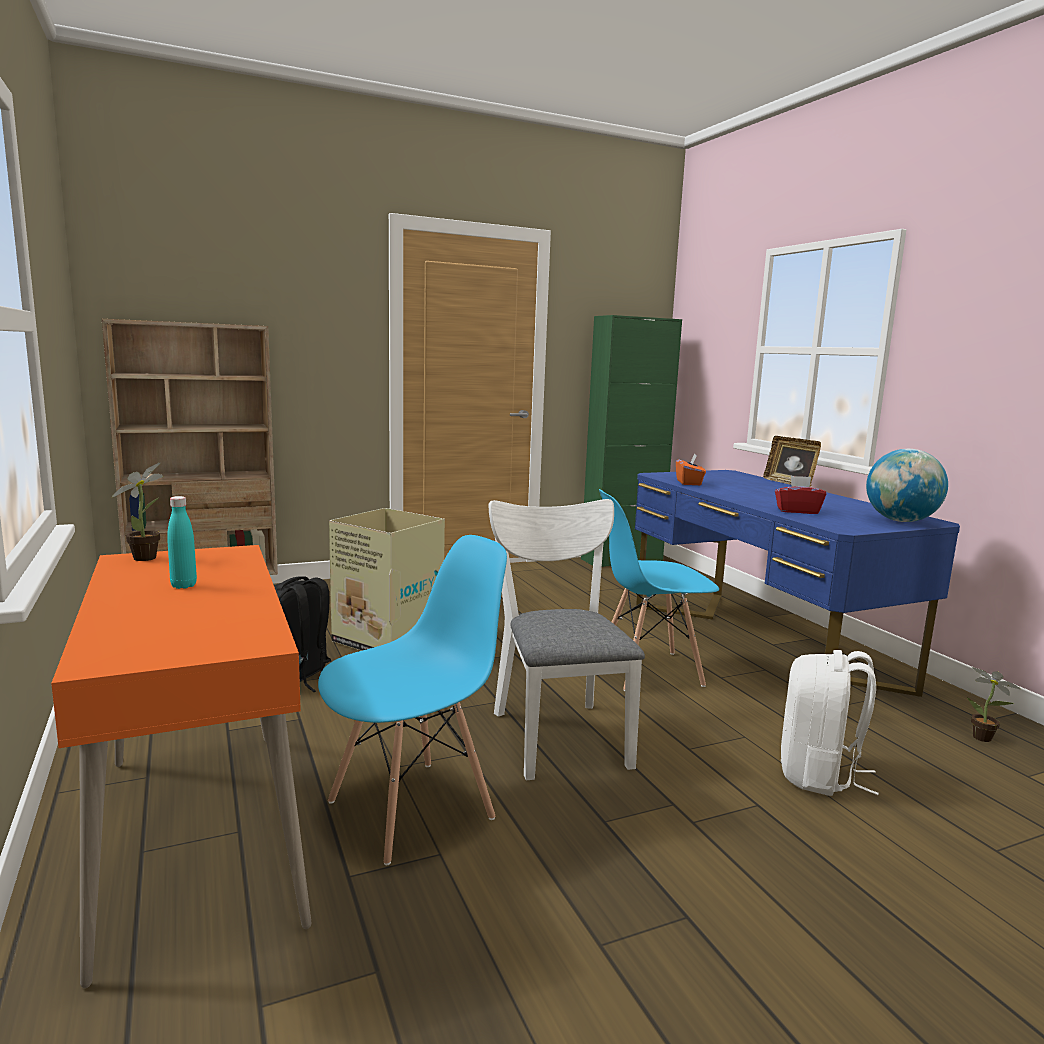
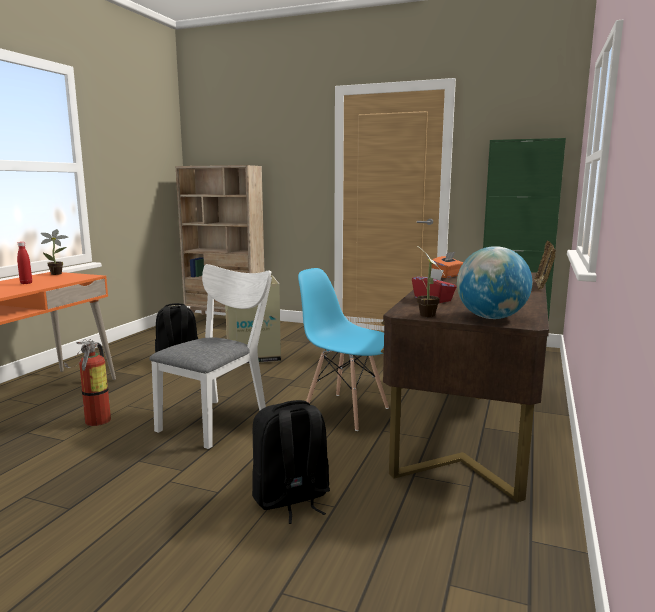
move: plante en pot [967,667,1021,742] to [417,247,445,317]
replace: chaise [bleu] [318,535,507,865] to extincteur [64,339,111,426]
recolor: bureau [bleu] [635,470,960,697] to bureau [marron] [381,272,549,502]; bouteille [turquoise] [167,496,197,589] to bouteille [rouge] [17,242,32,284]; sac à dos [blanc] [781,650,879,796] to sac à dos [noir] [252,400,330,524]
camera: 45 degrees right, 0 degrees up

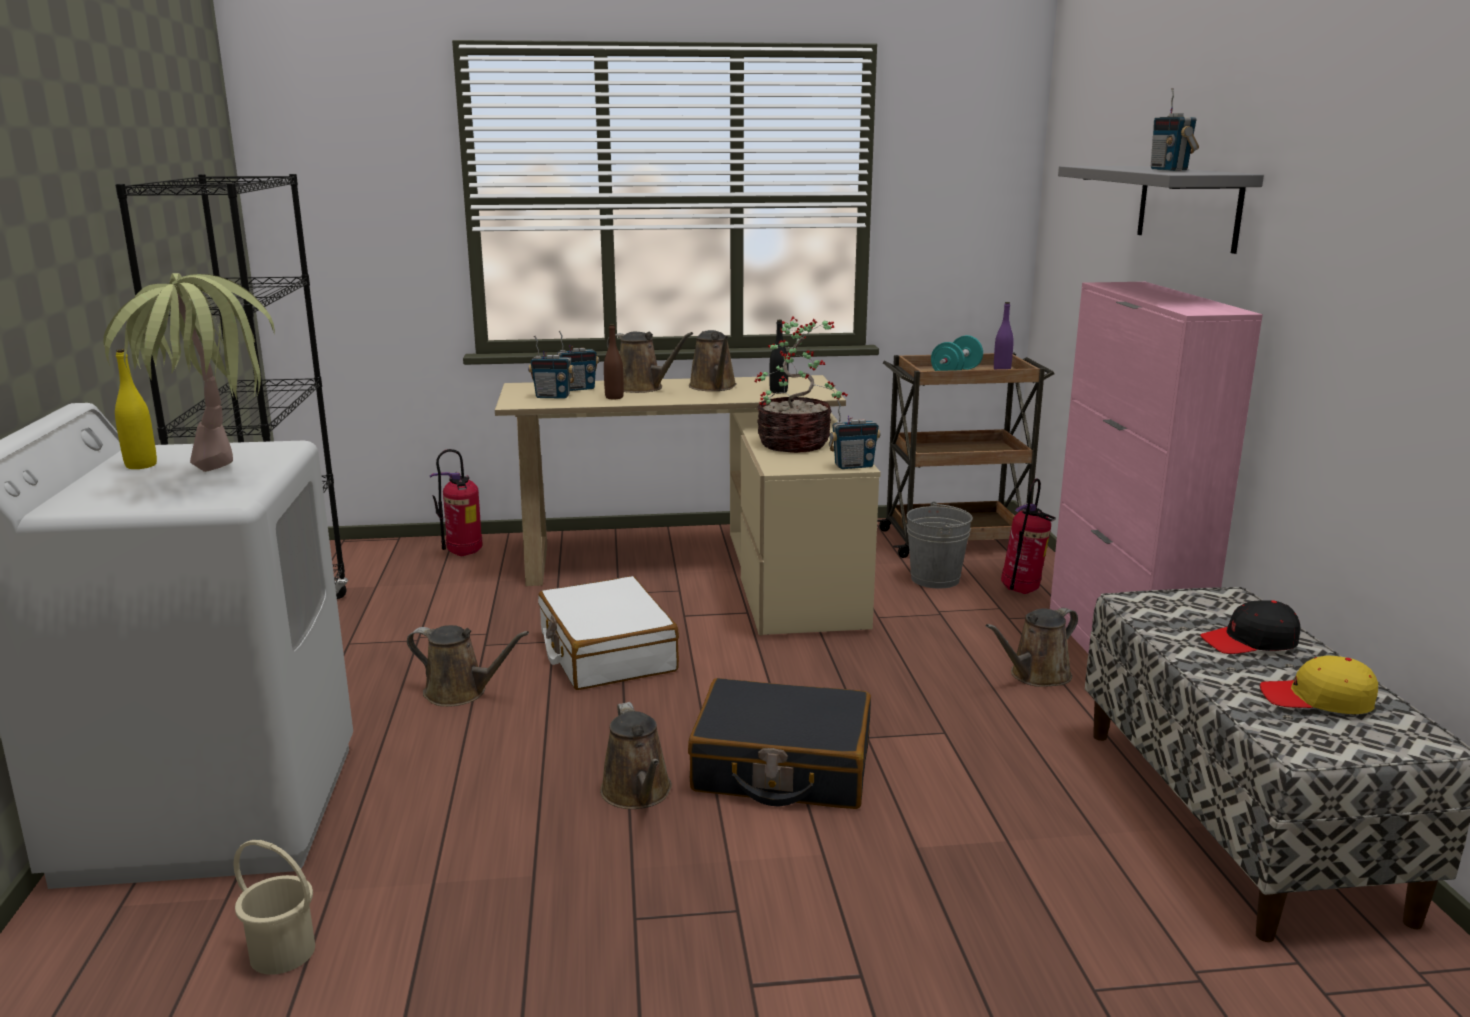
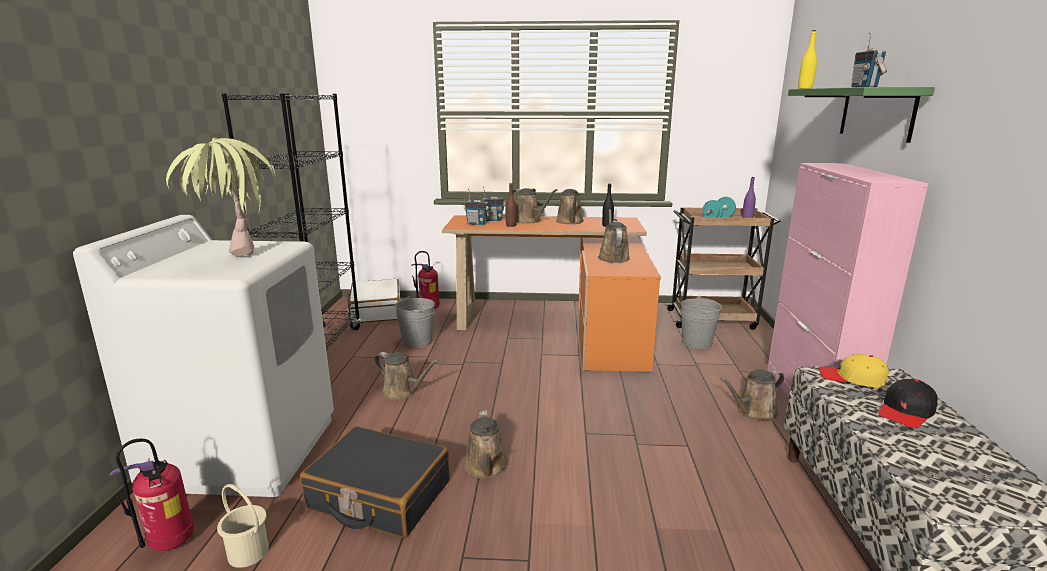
delete: radio [829,399,881,469]
insert: seau [gris] [395,296,435,348]
move: bouteille [jaune] [115,349,157,469] to [798,30,817,89]; extincteur [1001,478,1056,594] to [110,439,194,551]; valise [blanc] [538,576,679,690] to [347,279,400,323]; casquette [jaune] [1260,655,1378,714] to [819,354,889,387]; valise [noir] [688,678,871,809] to [300,426,450,538]
replace: plante en pot [755,316,848,453] to arrosoir [marron] [598,209,630,263]
recolor: étagère [gris] [1058,166,1264,254] to étagère [vert] [788,87,935,143]; bureau [beige] [495,375,881,635] to bureau [orange] [442,215,661,372]
rotate: casquette [noir] [1200,600,1300,654] = [879,379,938,428] 45 degrees counterclockwise
camera: 10 degrees right, 0 degrees up

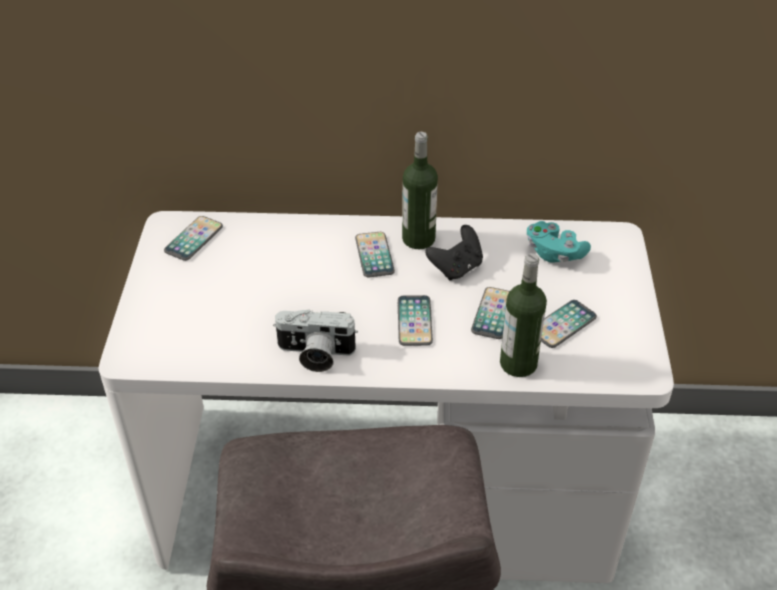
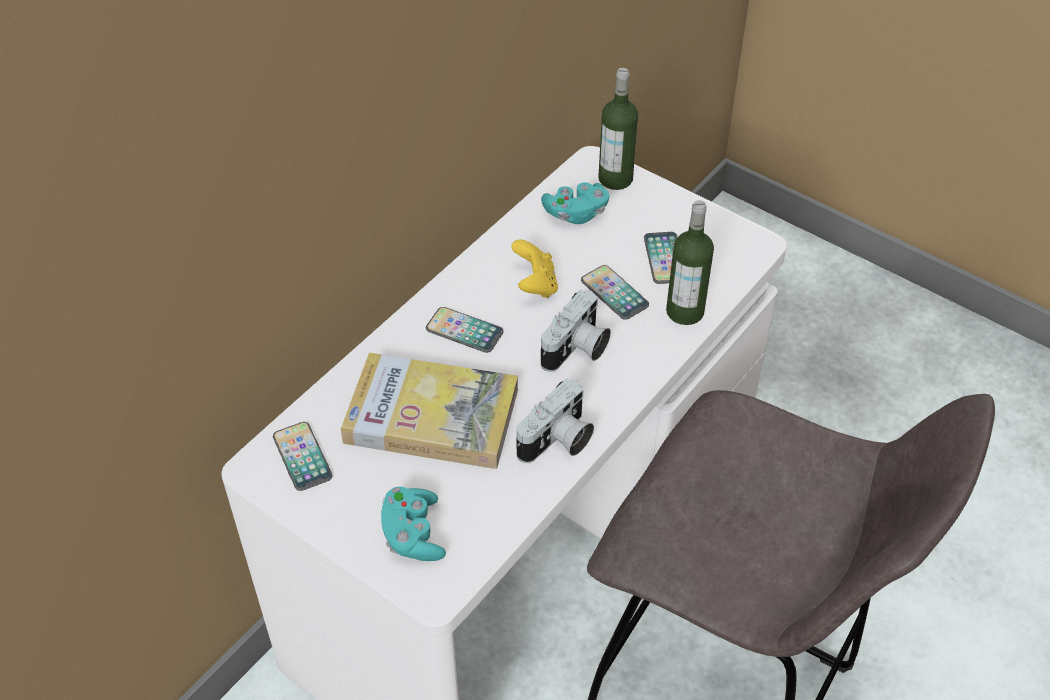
insert: livre [341,353,518,469]; manette [turquoise] [381,486,446,561]
move: bouteille [402,132,438,249] to [598,68,638,190]
replace: téléphone [398,295,433,346] to appareil photo [541,289,611,372]
recolor: manette [noir] [425,225,483,281] to manette [jaune] [511,239,558,298]
camera: 55 degrees left, 5 degrees up

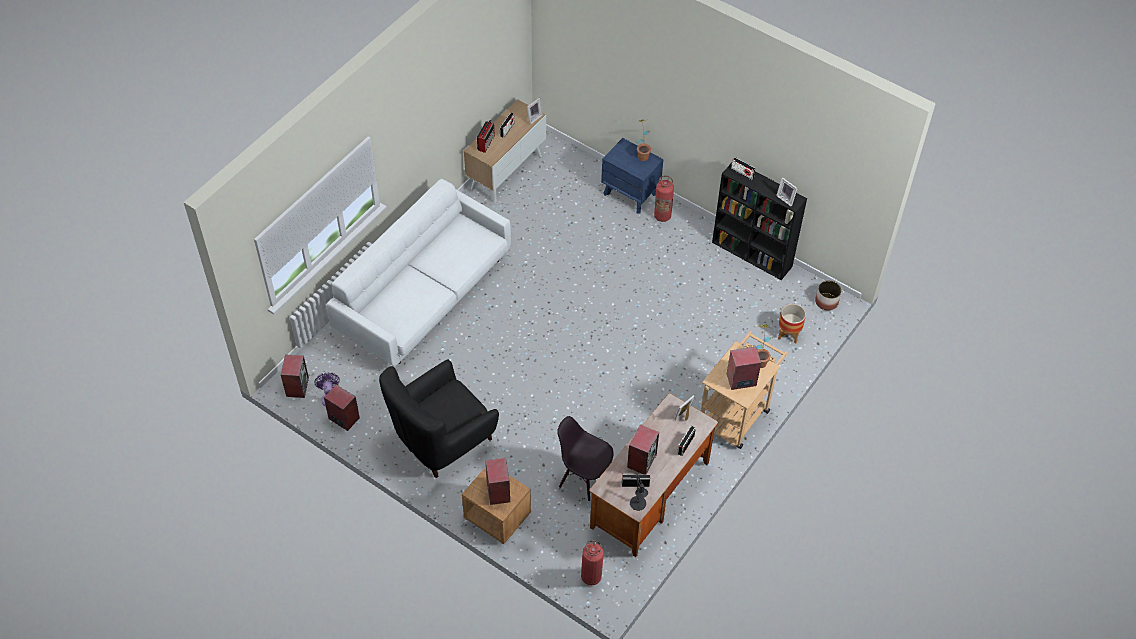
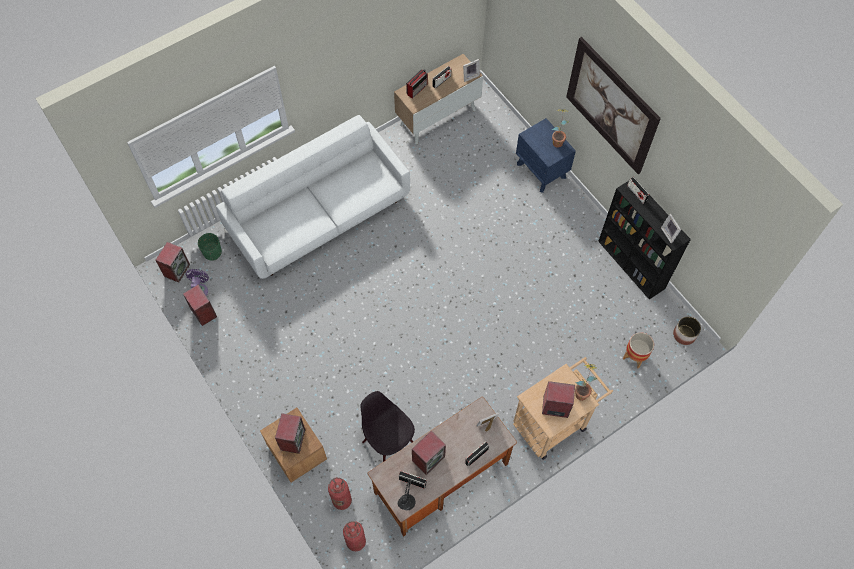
delete: fauteuil [noir] [379,359,499,478]
insert: tableau [566,37,661,174]; cache-pot [vert] [198,233,222,261]
move: extincteur [654,176,674,222] to [328,477,352,510]
camera: 20 degrees right, 10 degrees up

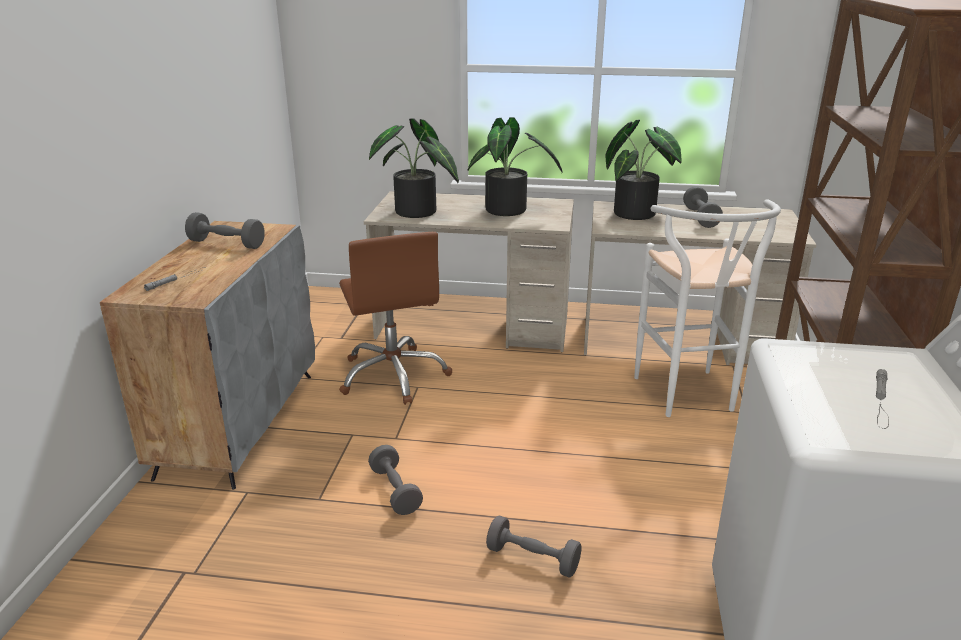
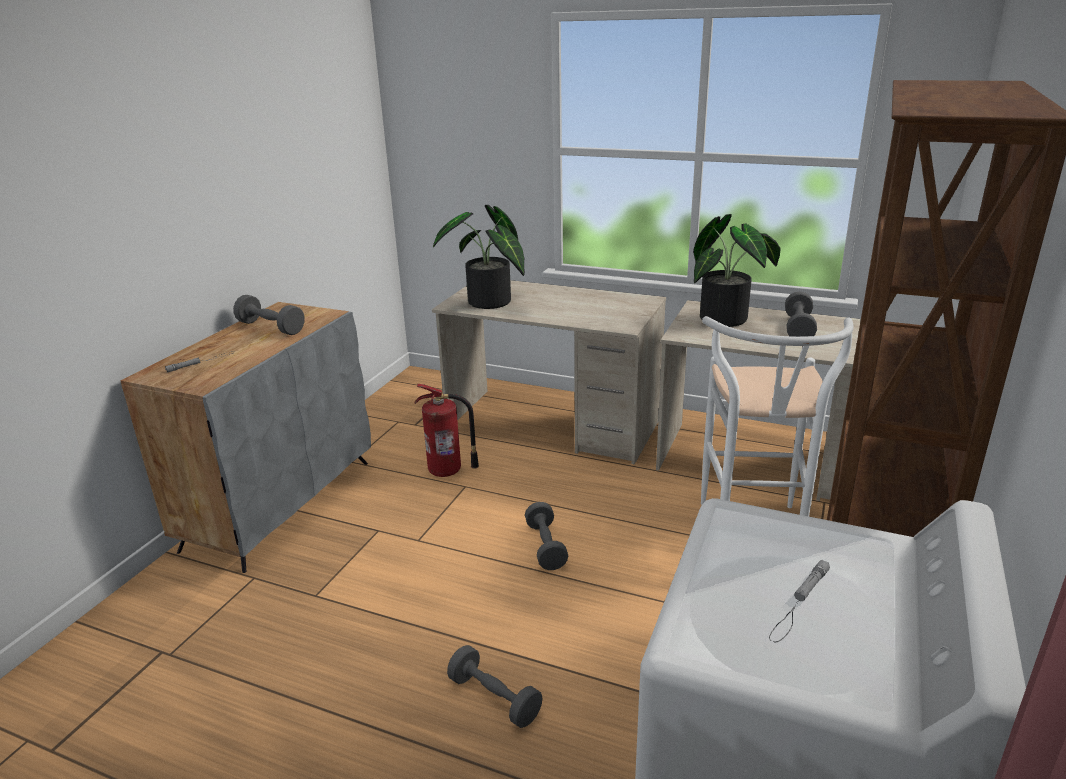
delete: plante en pot [468,117,563,216]
move: haltère [gris] [368,445,423,515] to [525,502,568,570]
replace: chaise de bureau [marron] [339,232,452,405] to extincteur [415,384,479,477]
camera: 15 degrees right, 0 degrees up

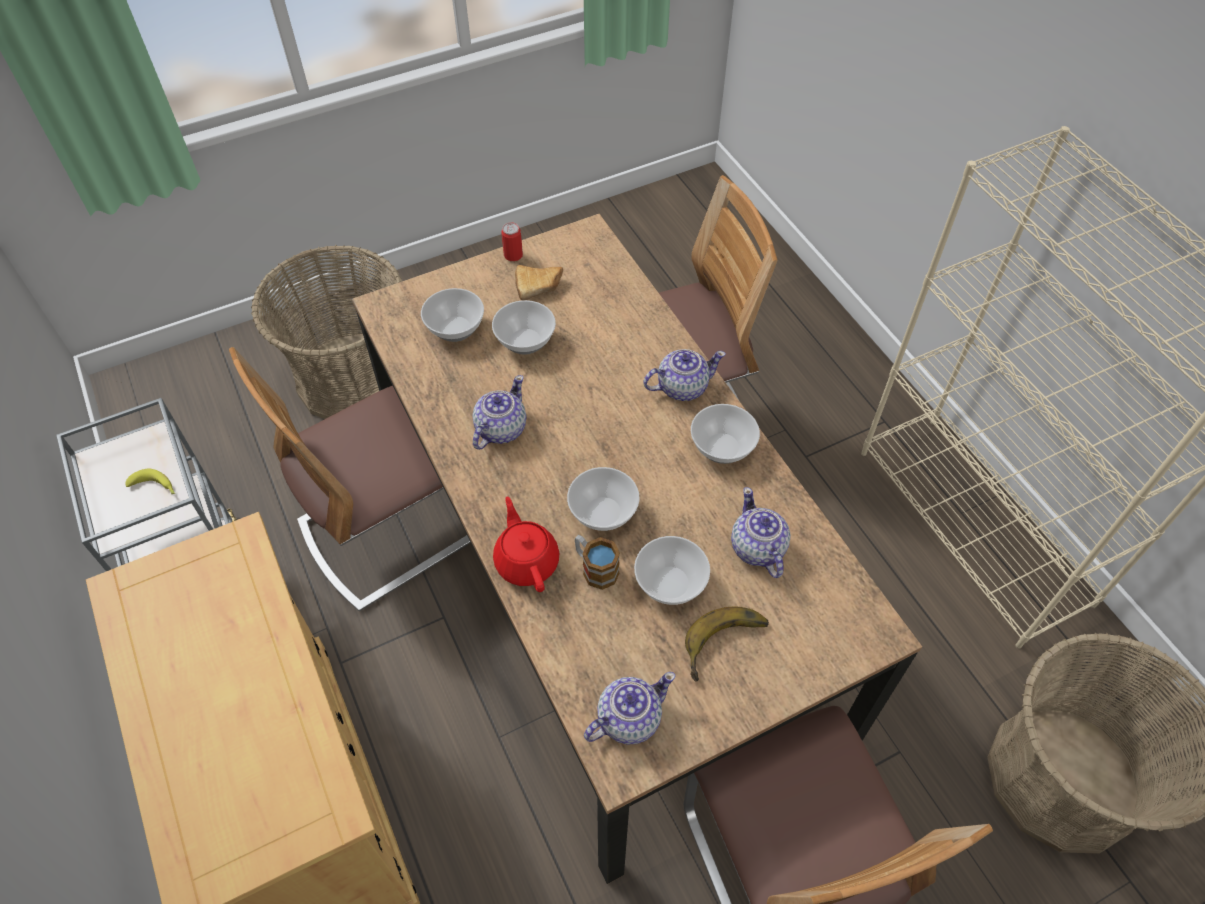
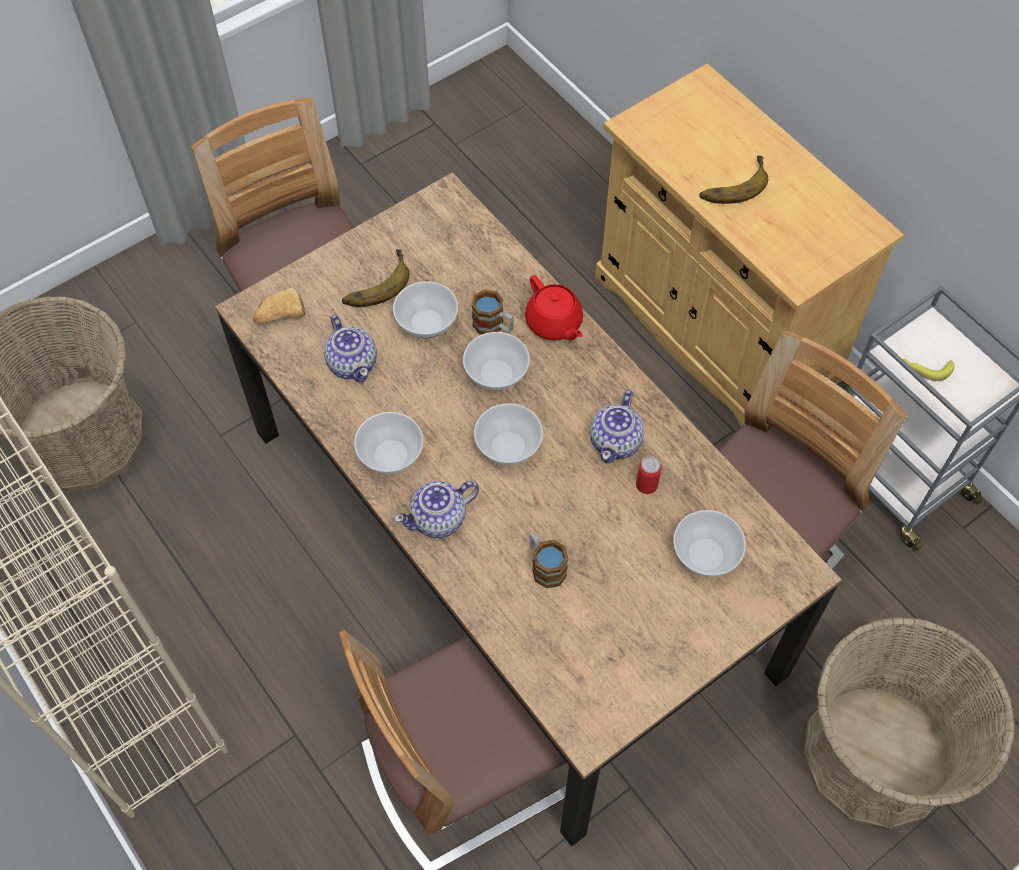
delete: théière [584,672,675,744]
insert: banane [699,155,768,204]; mug [529,533,568,589]
move: boîte métallique [501,222,523,261] to [636,456,662,494]; pain [515,265,563,300] to [253,288,305,324]; bol [492,300,556,355] to [474,403,543,465]
camera: 170 degrees right, 5 degrees up

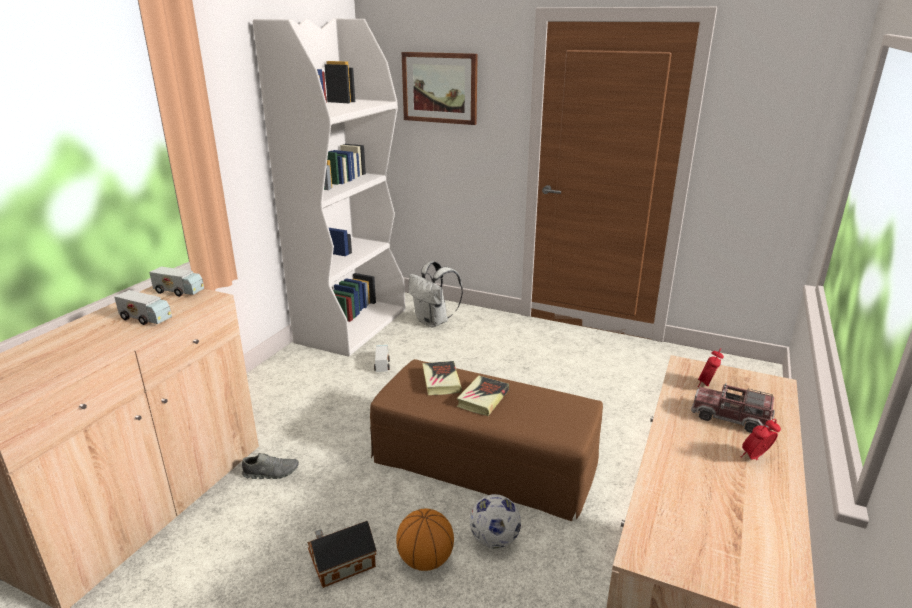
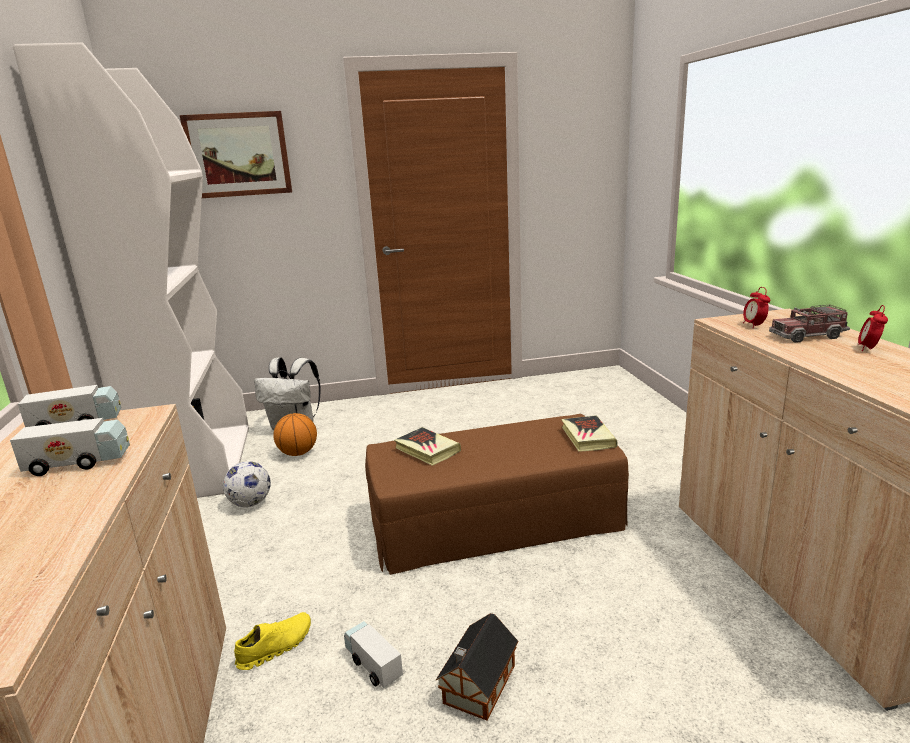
move: camion jouet [374,345,390,372] to [344,621,403,688]; livre [456,376,509,416] to [561,415,618,452]; ballon de foot [470,494,521,549] to [223,461,271,507]; ballon de basket [396,509,454,571] to [273,413,317,456]
recolor: chaussure [gris] [242,453,299,479] to chaussure [jaune] [234,612,311,670]
camera: 35 degrees left, 5 degrees down

